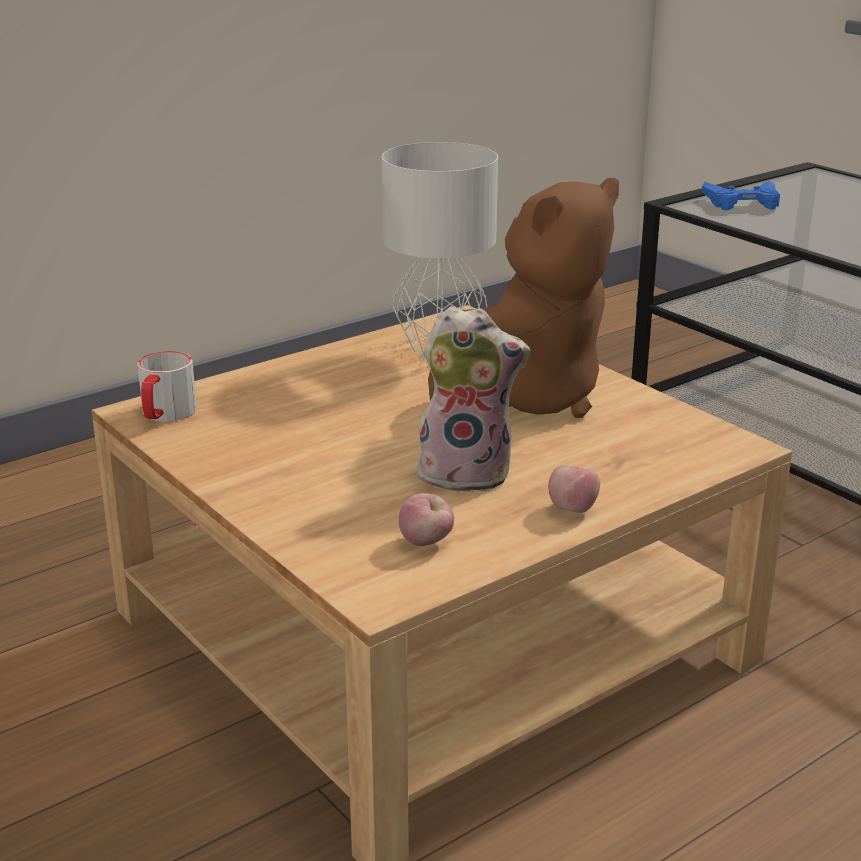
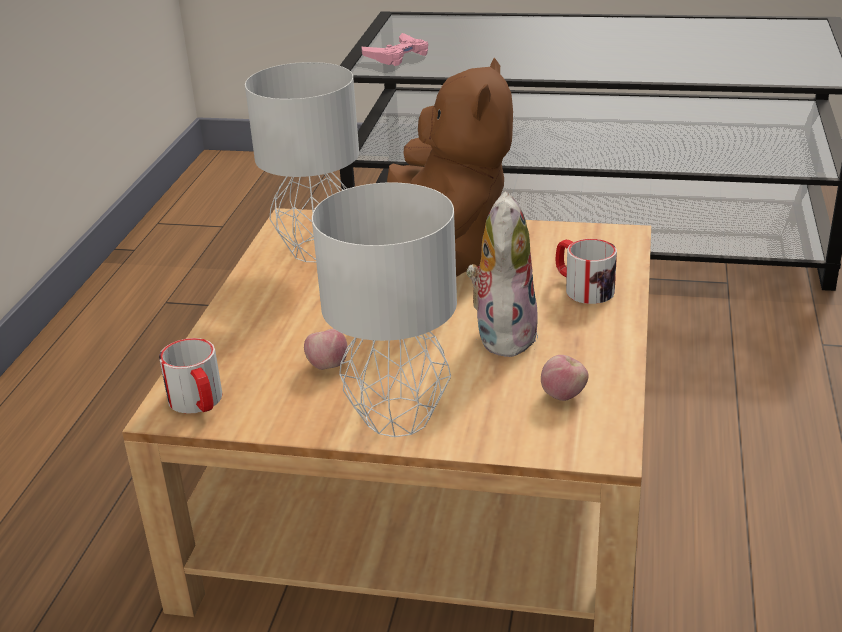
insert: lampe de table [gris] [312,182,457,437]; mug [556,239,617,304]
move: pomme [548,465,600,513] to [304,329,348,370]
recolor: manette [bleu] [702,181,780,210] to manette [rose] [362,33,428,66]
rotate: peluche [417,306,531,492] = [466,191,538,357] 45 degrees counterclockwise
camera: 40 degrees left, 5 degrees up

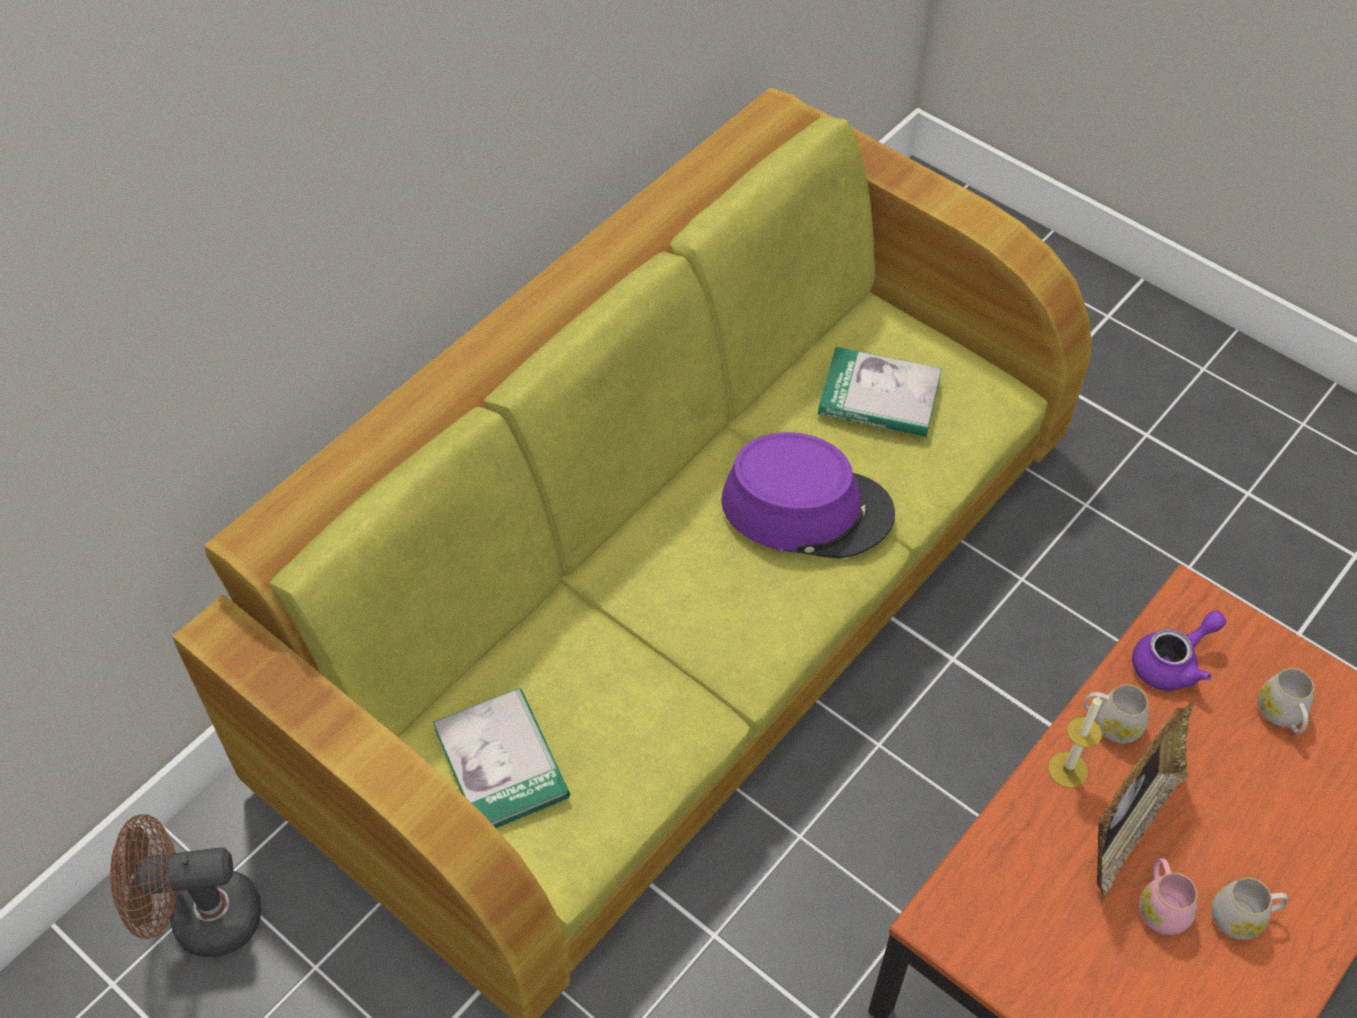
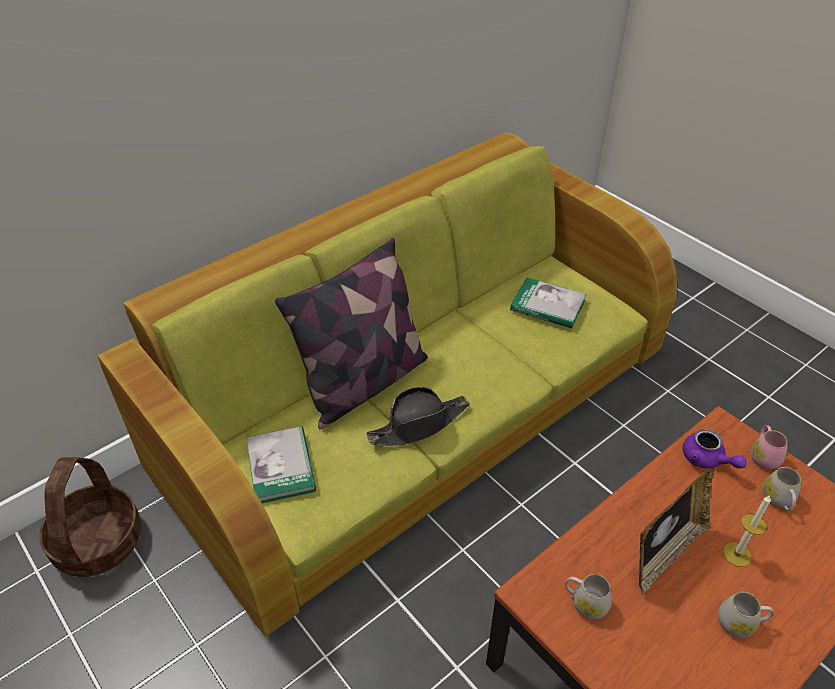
delete: chapeau [violet] [721,432,895,558]
insert: coussin [275,238,428,429]; chapeau [noir] [366,387,469,446]
move: mug [blanc] [1084,684,1149,743] to [565,574,612,619]; bougie [1048,696,1102,788] to [723,495,771,567]; mug [rose] [1139,858,1198,935] to [751,425,788,469]
replace: ventilateur [marron] [110,814,261,957] to panier [39,457,141,577]
rotate: théière [violet] [1132,610,1226,691] = [683,429,747,469] 75 degrees clockwise
camera: 10 degrees right, 10 degrees down

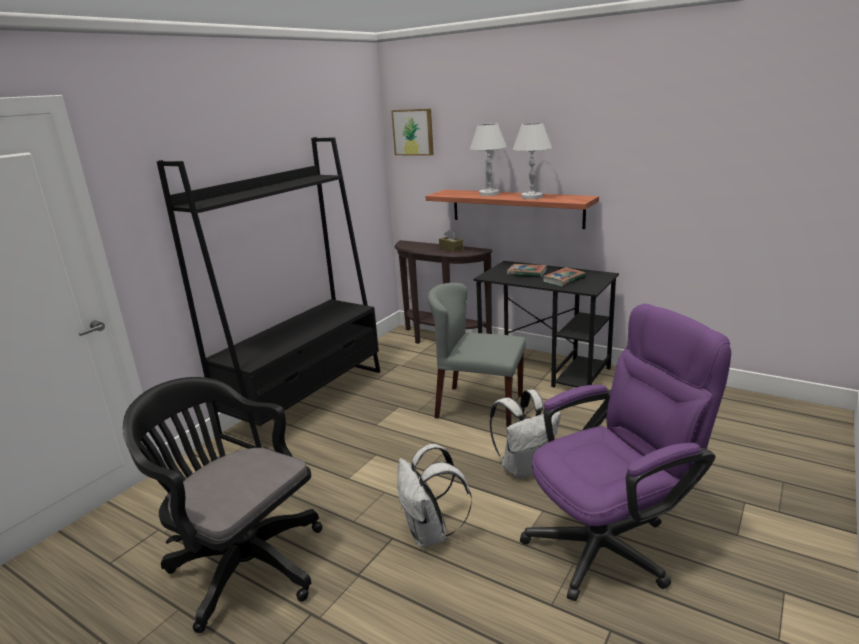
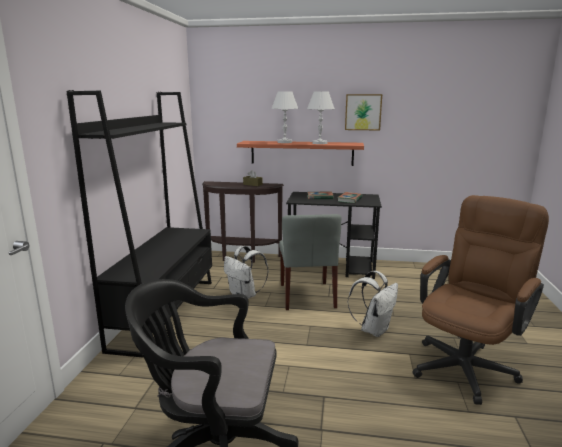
move: tableau [391,109,434,156] to [345,94,382,131]; sac à dos [blanc] [397,444,472,547] to [224,246,268,299]
recolor: chaise de bureau [violet] [520,304,731,601] to chaise de bureau [marron] [412,195,549,405]
rotate: chaise [gris] [428,283,526,427] = [279,214,341,310] 90 degrees counterclockwise
camera: 25 degrees left, 5 degrees down

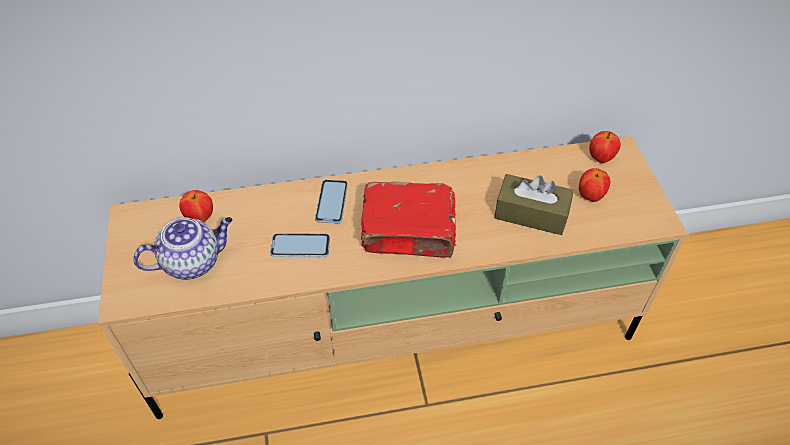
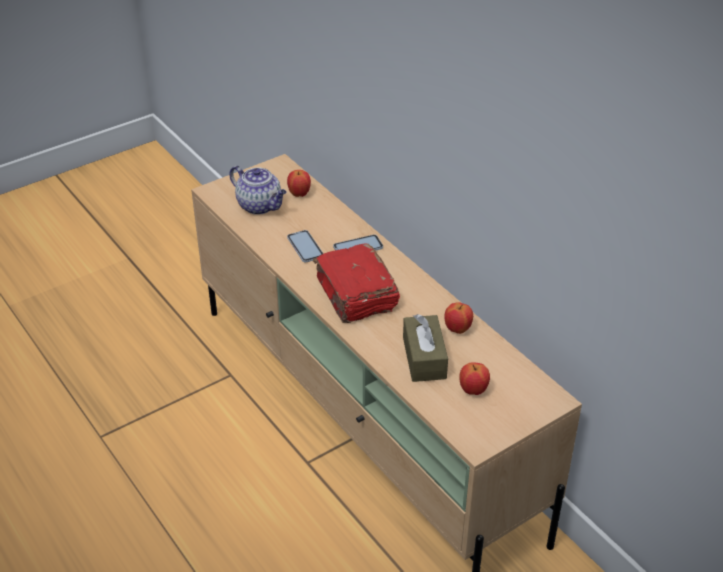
move: pomme [589,131,621,163] to [444,302,473,334]
camera: 65 degrees right, 10 degrees down

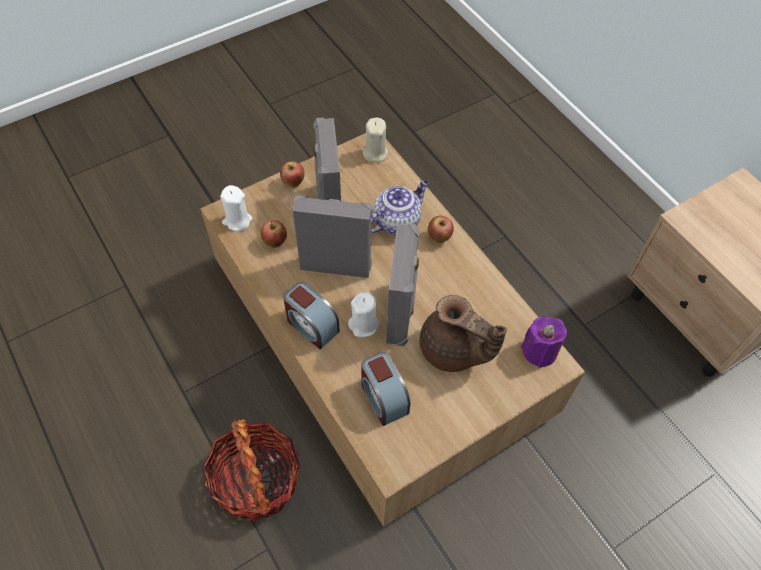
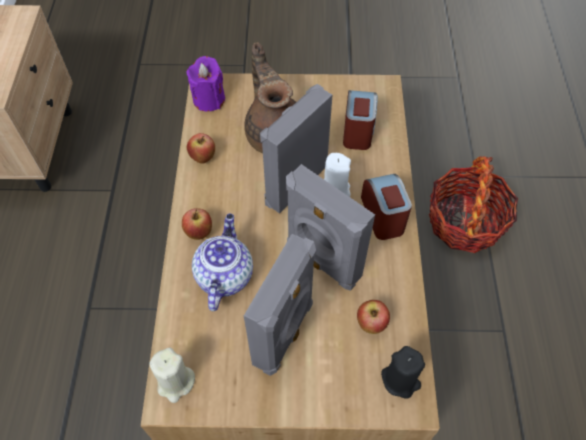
move: pomme [280,161,305,188] to [187,133,215,164]
recolor: bougie [blanc] [220,185,252,231] to bougie [noir] [381,346,425,399]
rotate: théière [371,180,429,234] = [192,214,253,311] 105 degrees clockwise
camera: 145 degrees left, 0 degrees up

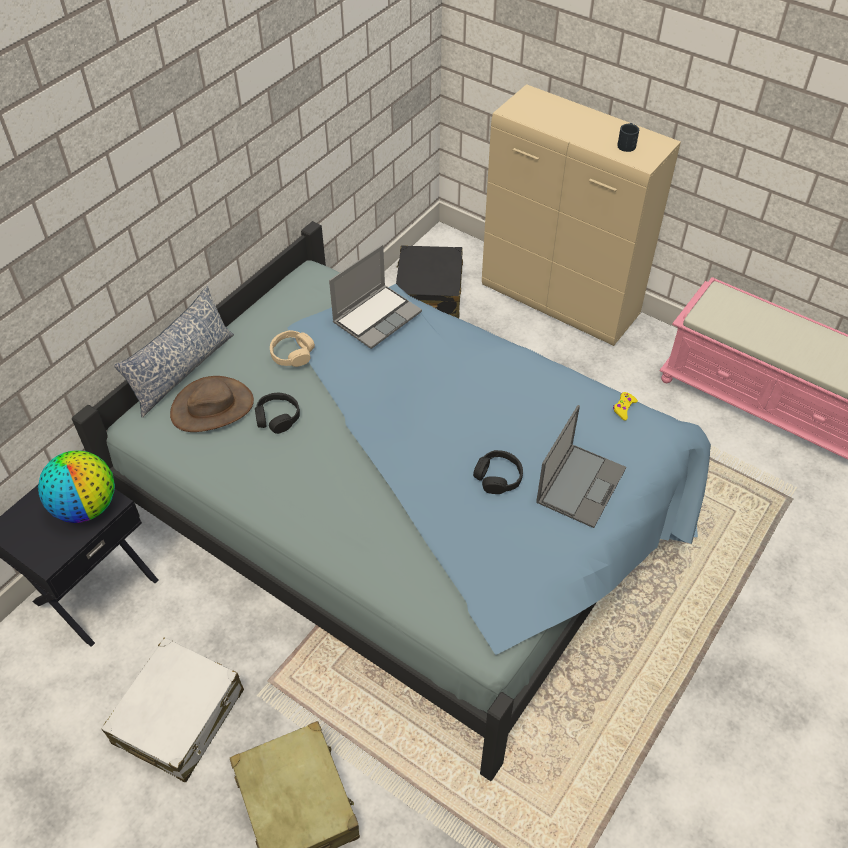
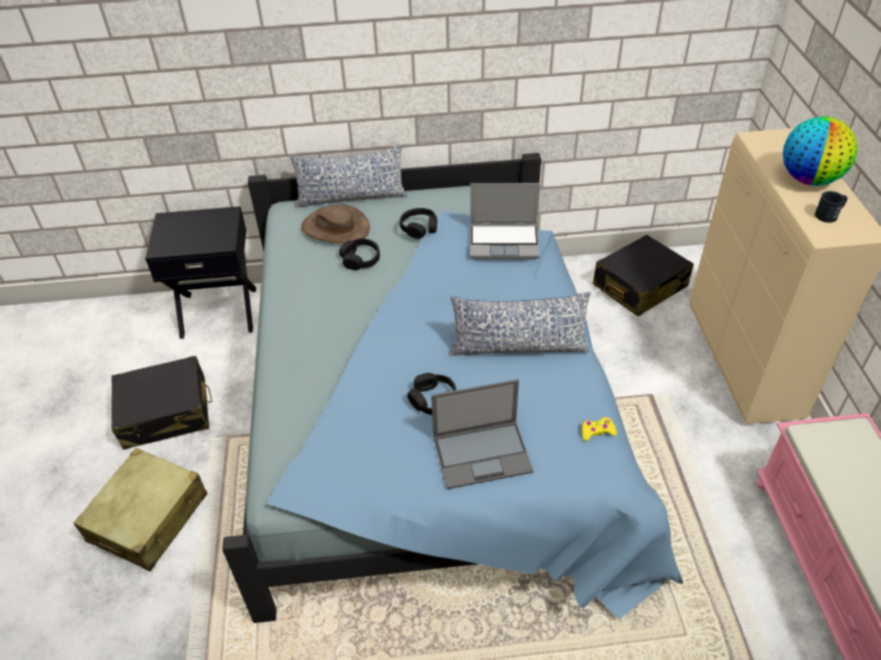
insert: coussin [449,292,591,356]
move: globe [38,451,115,523] to [783,116,857,186]
recolor: casque audio [beige] [270,330,315,367] to casque audio [noir] [400,208,437,239]; valise [blanc] [101,637,244,782] to valise [noir] [111,356,212,450]
camera: 50 degrees right, 5 degrees down

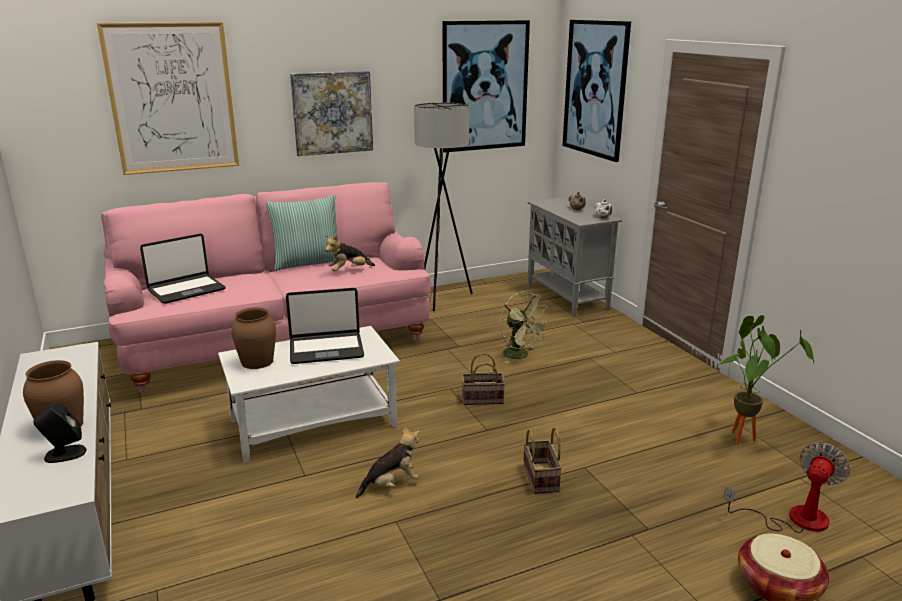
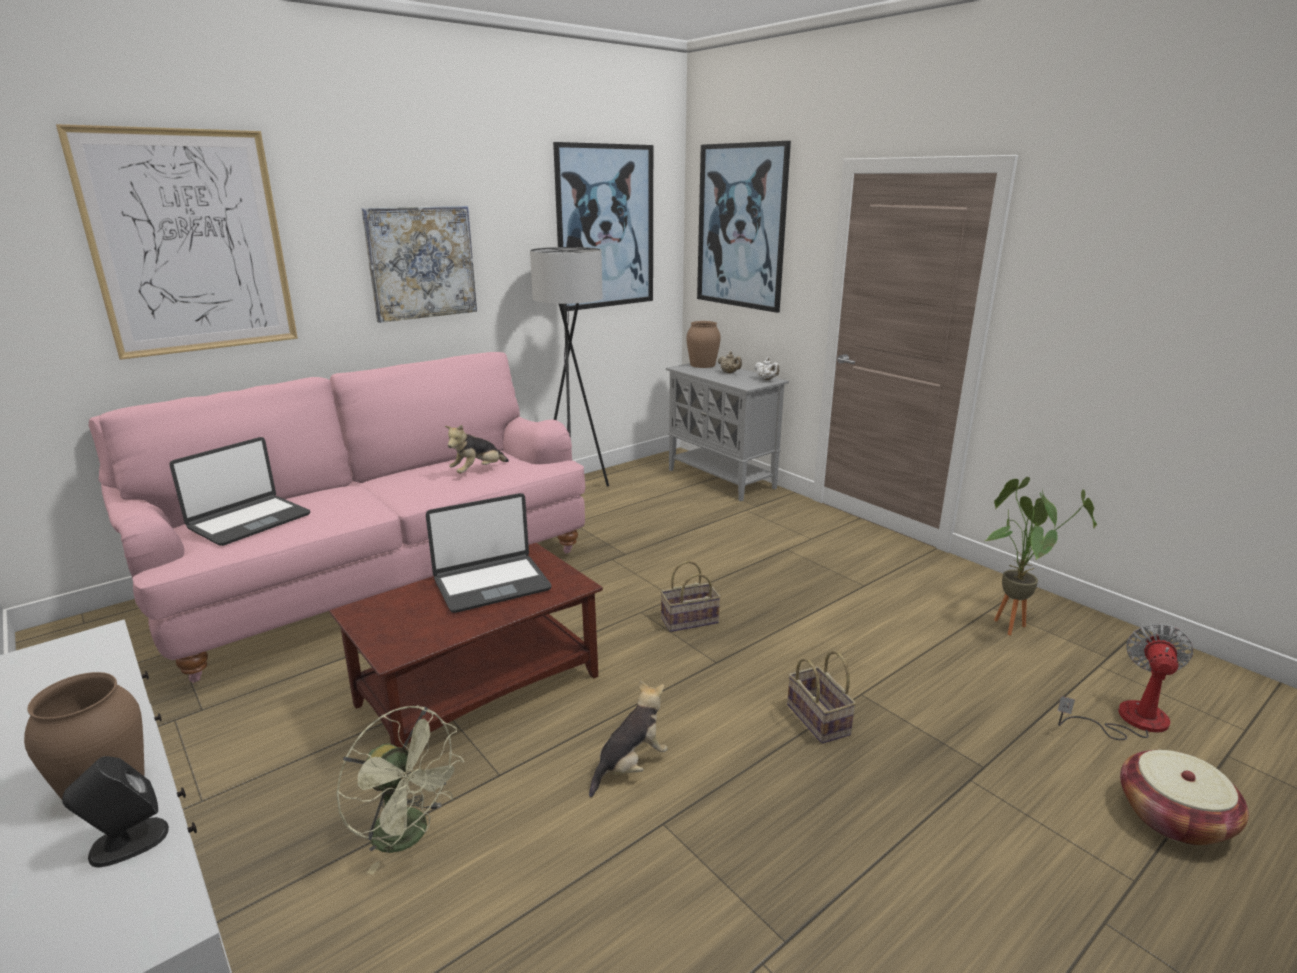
delete: coussin [265,195,340,271]
move: ventilateur [vert] [500,291,549,363] to [336,705,464,874]; vase [marron] [231,307,276,369] to [686,321,721,368]
recolor: table basse [blanc] [218,326,400,463] to table basse [marron] [329,543,603,749]
camera: 15 degrees left, 0 degrees up

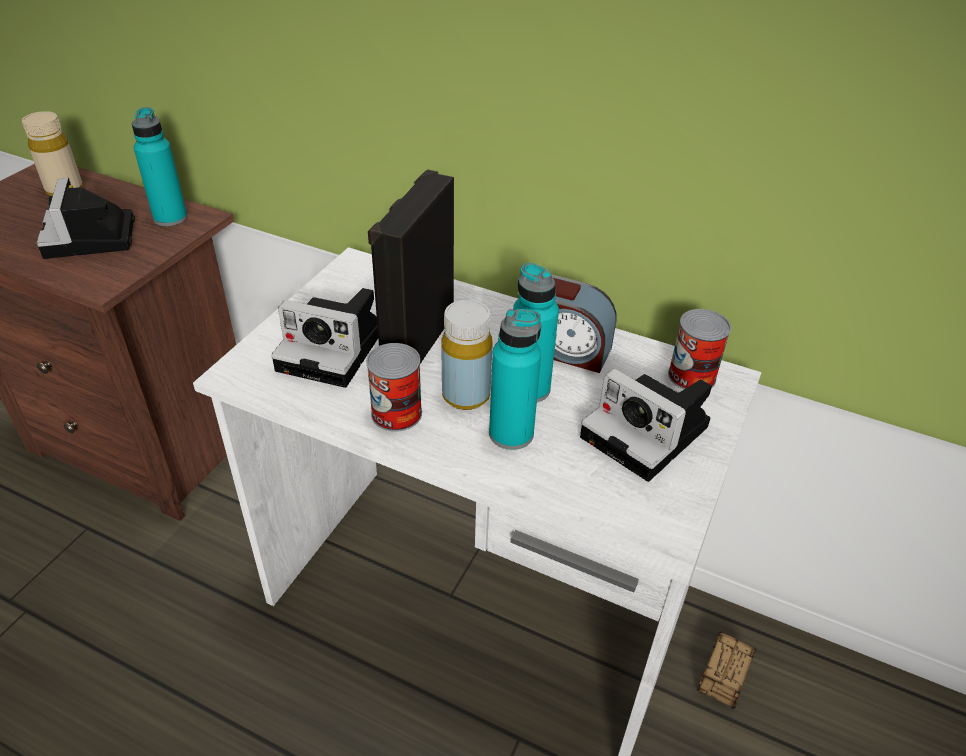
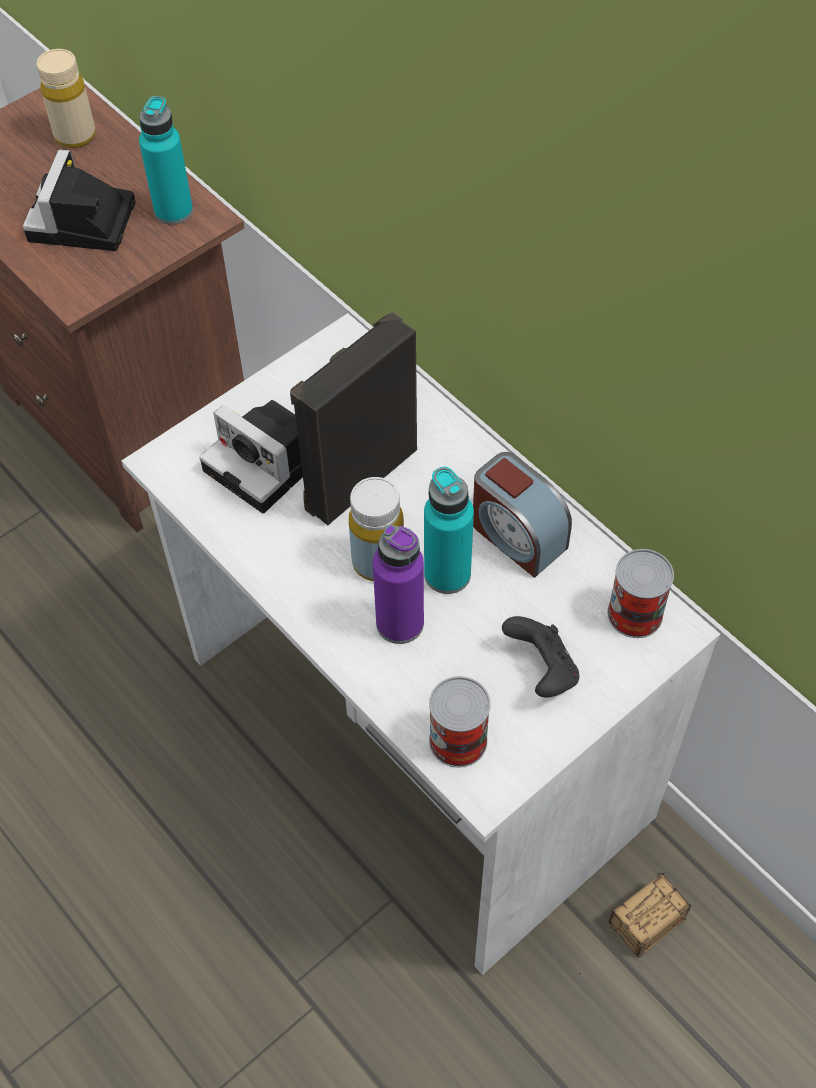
move: boîte métallique [366,343,422,432] to [429,676,490,767]
replace: appareil photo [580,368,712,482] to manette [noir] [502,616,579,698]
recolor: bouteille [turquoise] [489,309,541,450] to bouteille [violet] [373,525,424,644]
camera: 25 degrees right, 15 degrees up

